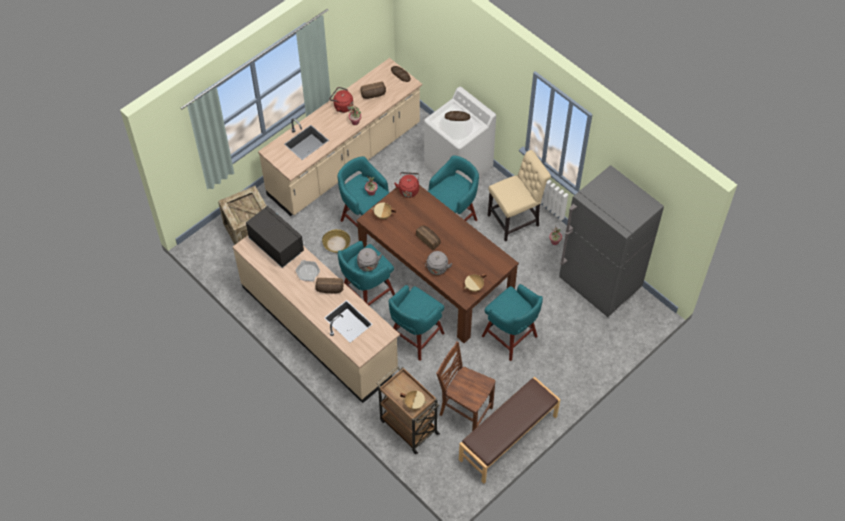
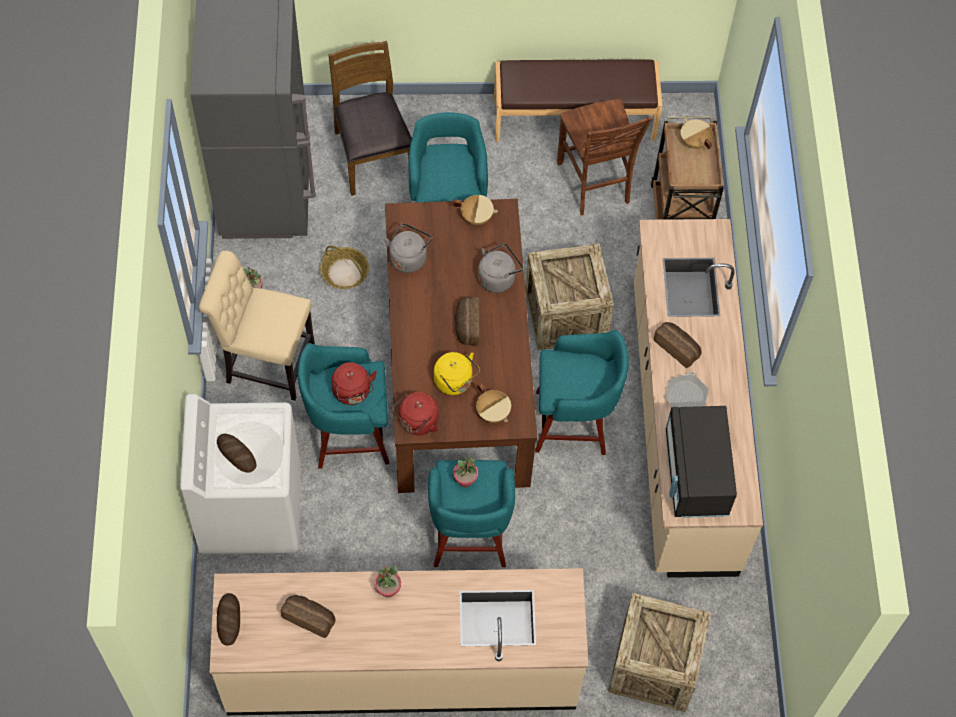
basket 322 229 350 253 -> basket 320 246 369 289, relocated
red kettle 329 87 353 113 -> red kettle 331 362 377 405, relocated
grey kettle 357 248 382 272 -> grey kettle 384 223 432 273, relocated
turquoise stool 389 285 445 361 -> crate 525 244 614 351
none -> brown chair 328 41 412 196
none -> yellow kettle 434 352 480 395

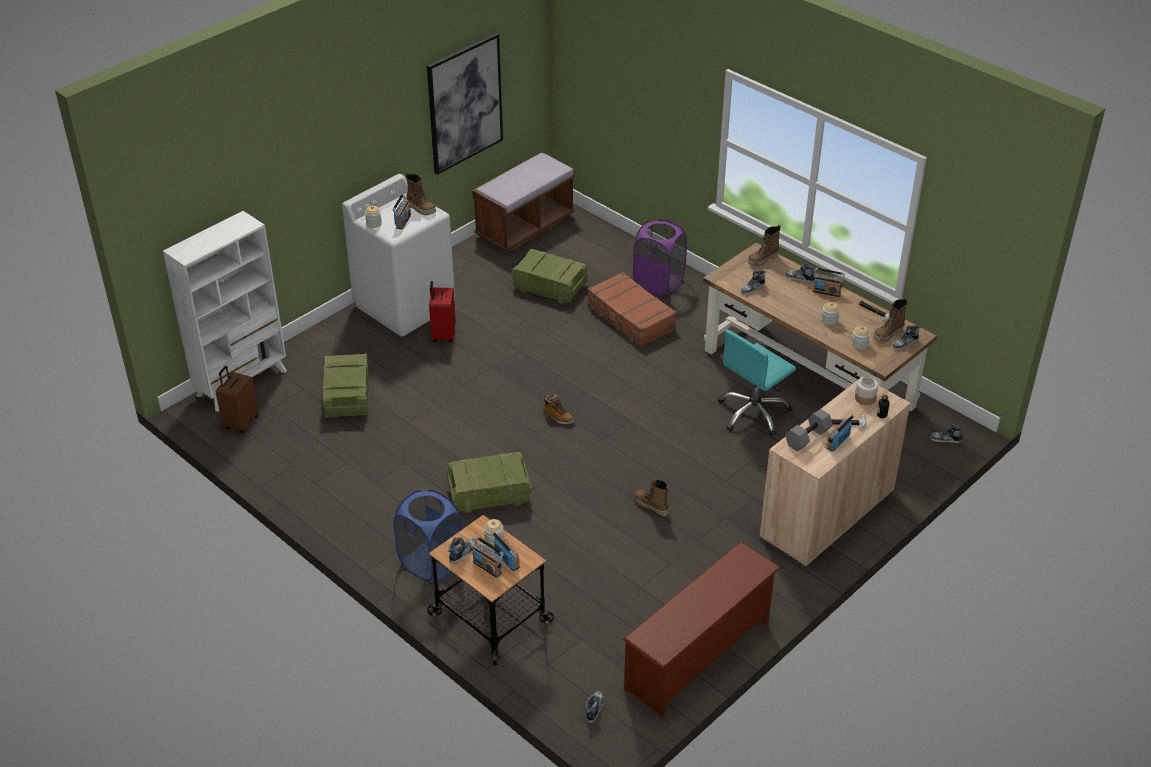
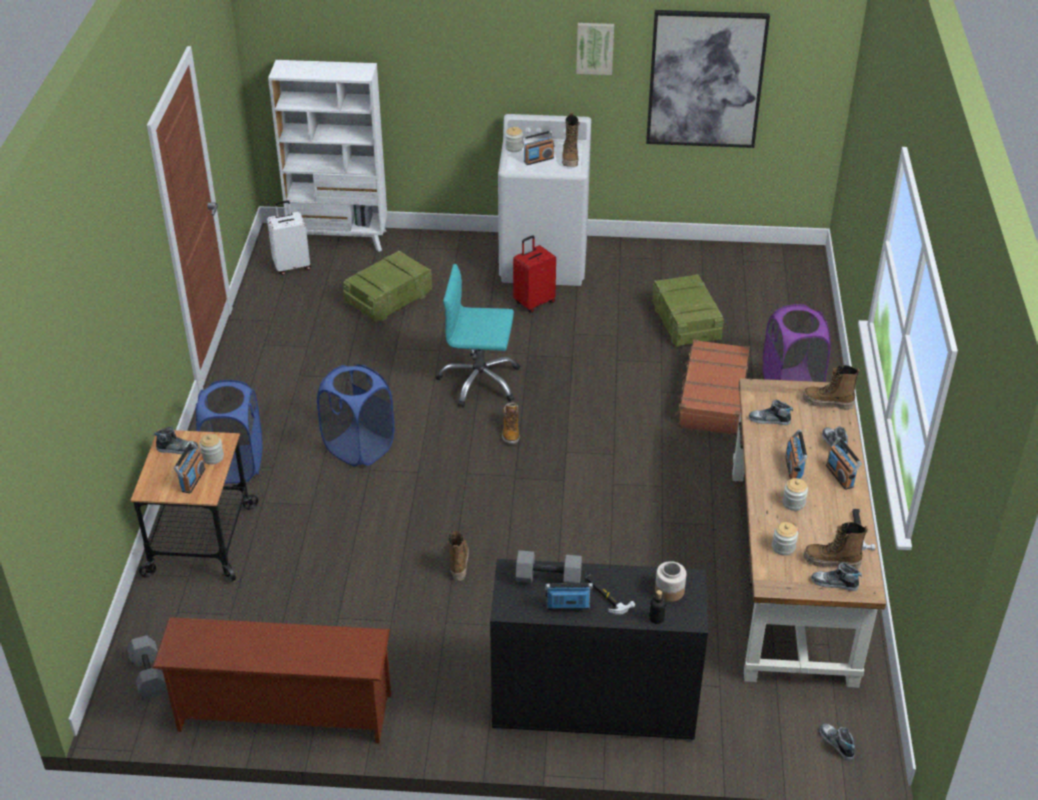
brown suitcase 216 366 259 433 -> white suitcase 267 200 311 275
crate 447 452 532 513 -> blue laundry basket 317 364 394 466
brown bench 472 152 575 253 -> none
radio 473 537 504 578 -> radio 785 430 807 479, relocated
shoe 586 691 604 723 -> grey dumbbell 127 635 166 699
turquoise office chair 718 330 796 437 -> turquoise office chair 435 264 520 408, relocated
beige cabinet 760 377 911 567 -> black cabinet 490 559 708 741
none -> picture 576 23 614 75

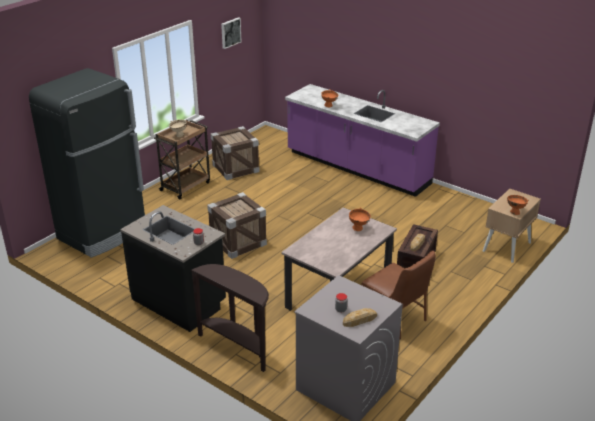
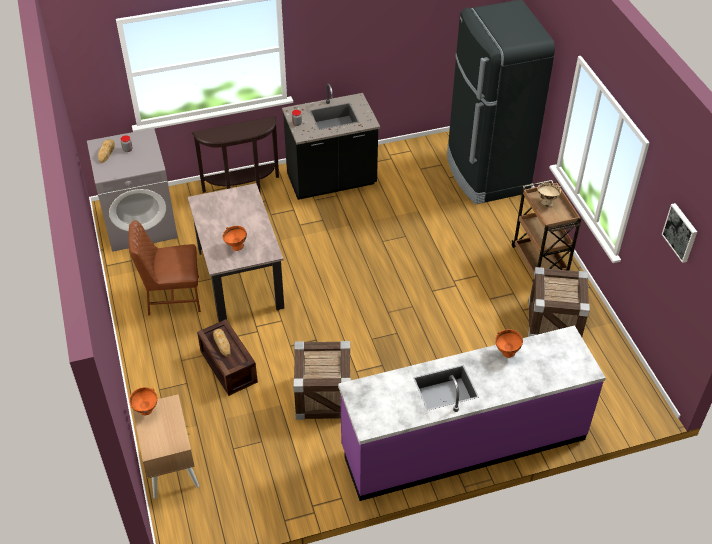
crate 207 192 267 259 -> crate 293 341 351 420, relocated

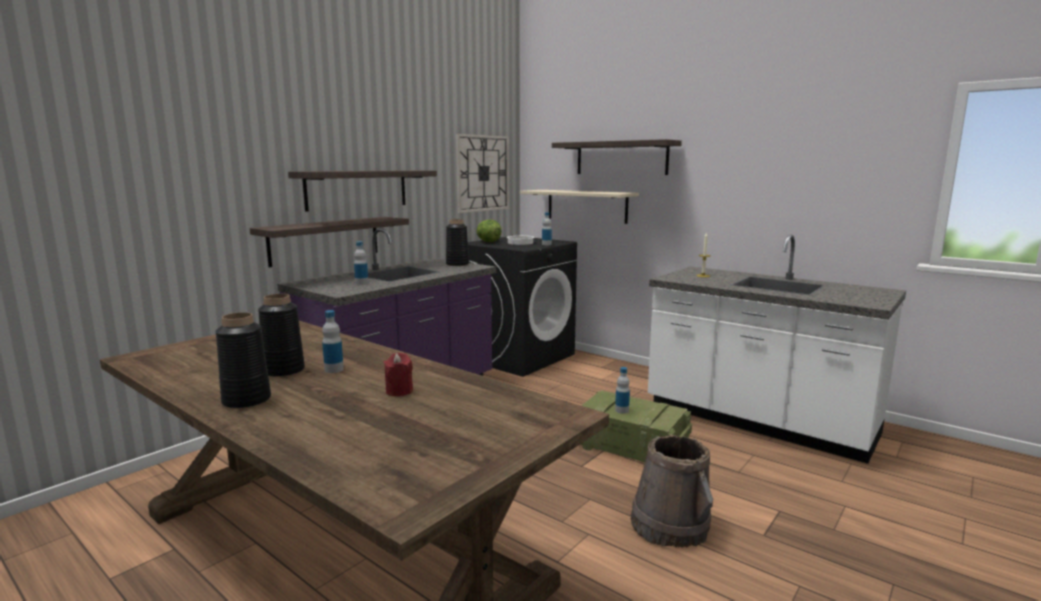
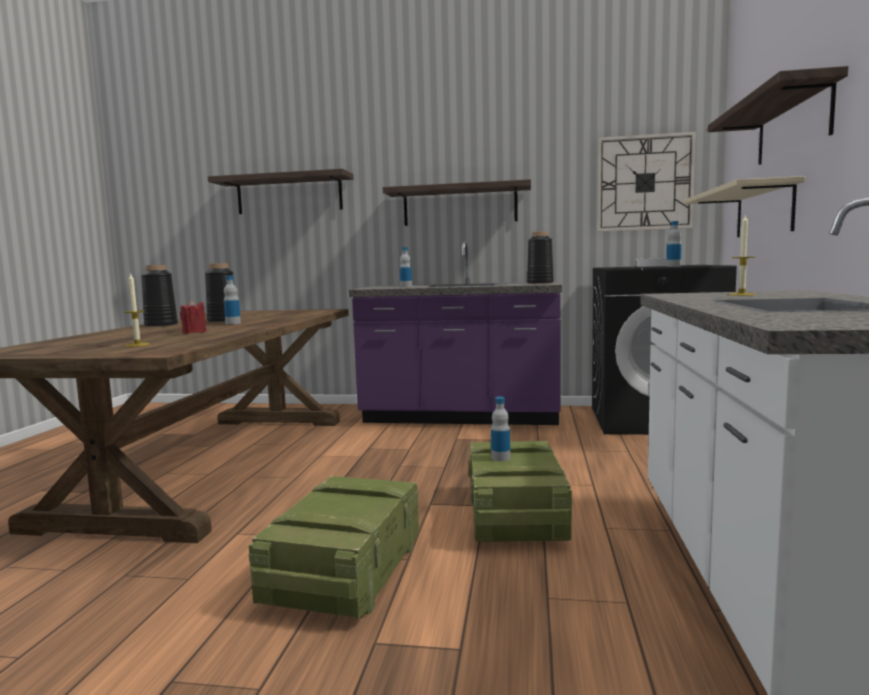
shelf 250 217 409 267 -> shelf 208 169 354 214, relocated
lettuce 477 220 502 242 -> none
brown bucket 631 435 713 548 -> crate 249 476 419 619
none -> candle 124 273 150 347

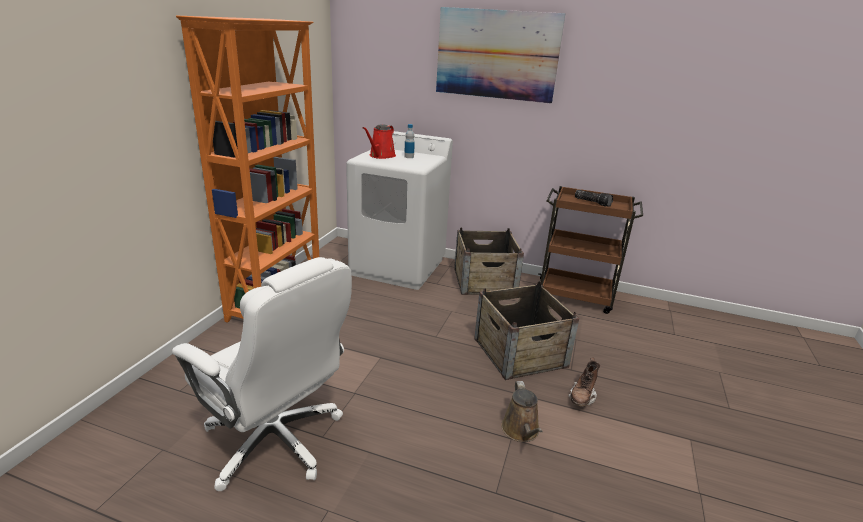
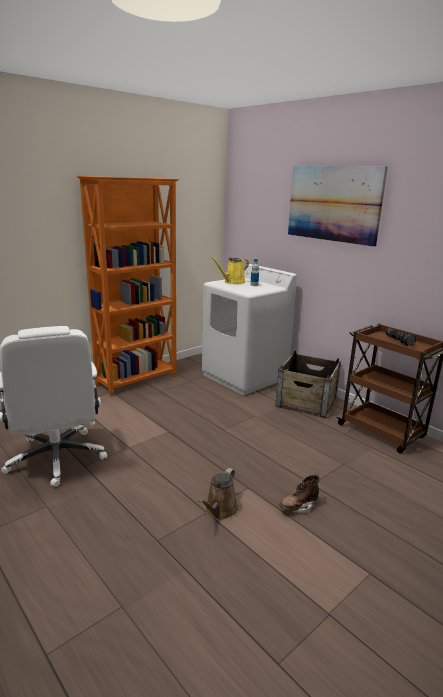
red watering can 362 124 396 159 -> yellow watering can 211 257 249 284
crate 474 281 579 380 -> none

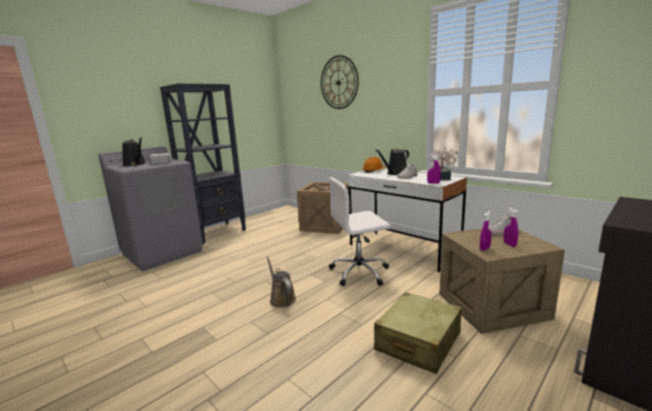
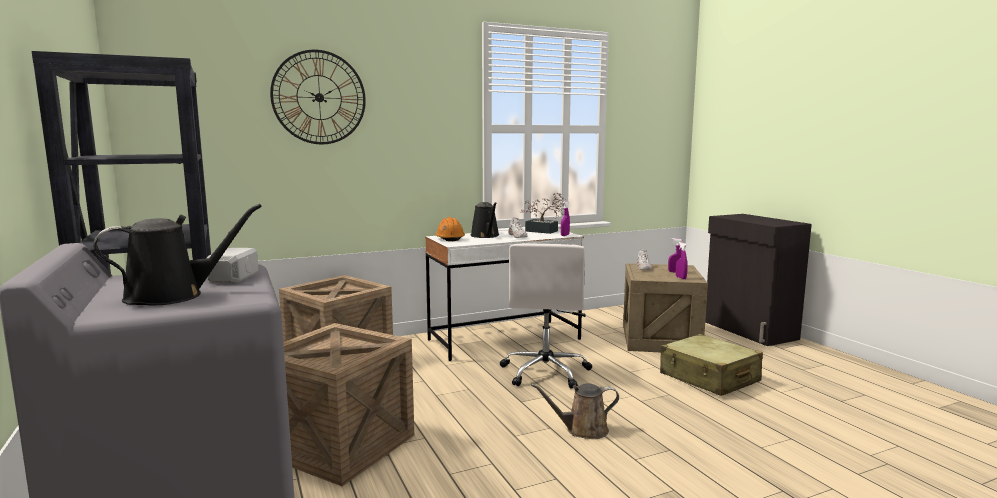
none -> crate 283 323 414 486

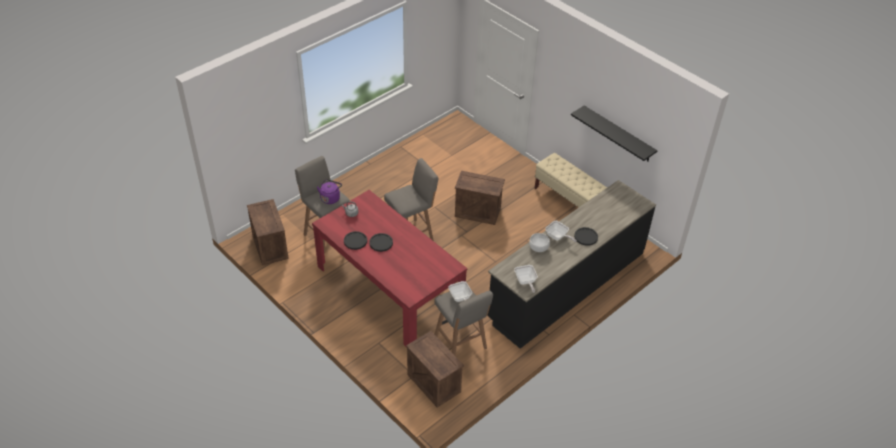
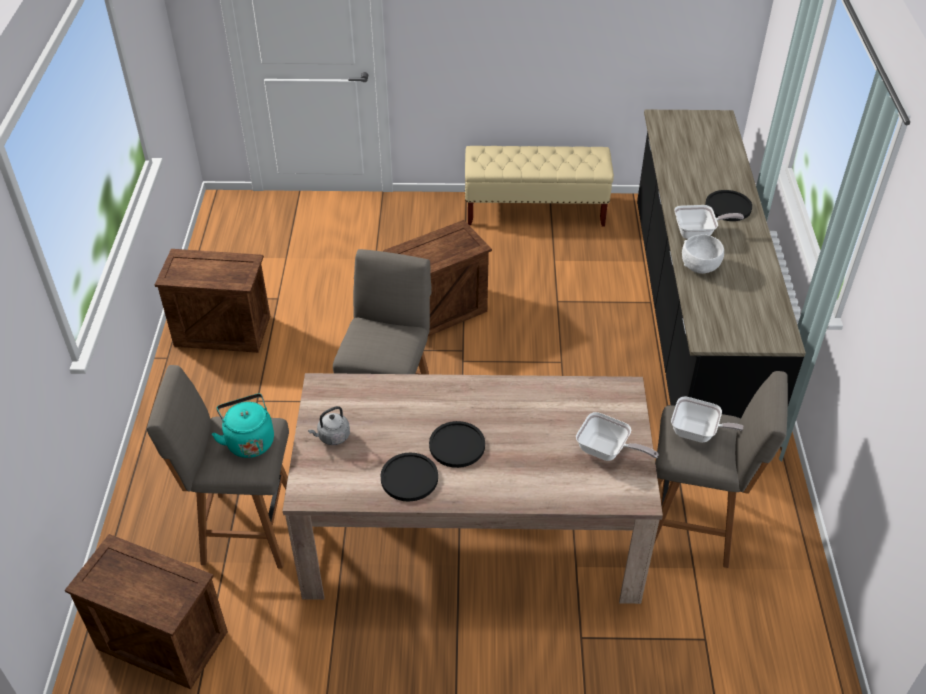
red dining table 312 190 467 346 -> beige dining table 283 373 663 604
purple kettle 317 179 342 204 -> turquoise kettle 212 394 274 458
crate 406 331 464 408 -> crate 155 249 270 353, relocated
frying pan 514 265 538 293 -> frying pan 576 412 658 461, relocated
black shelf 571 106 658 161 -> none

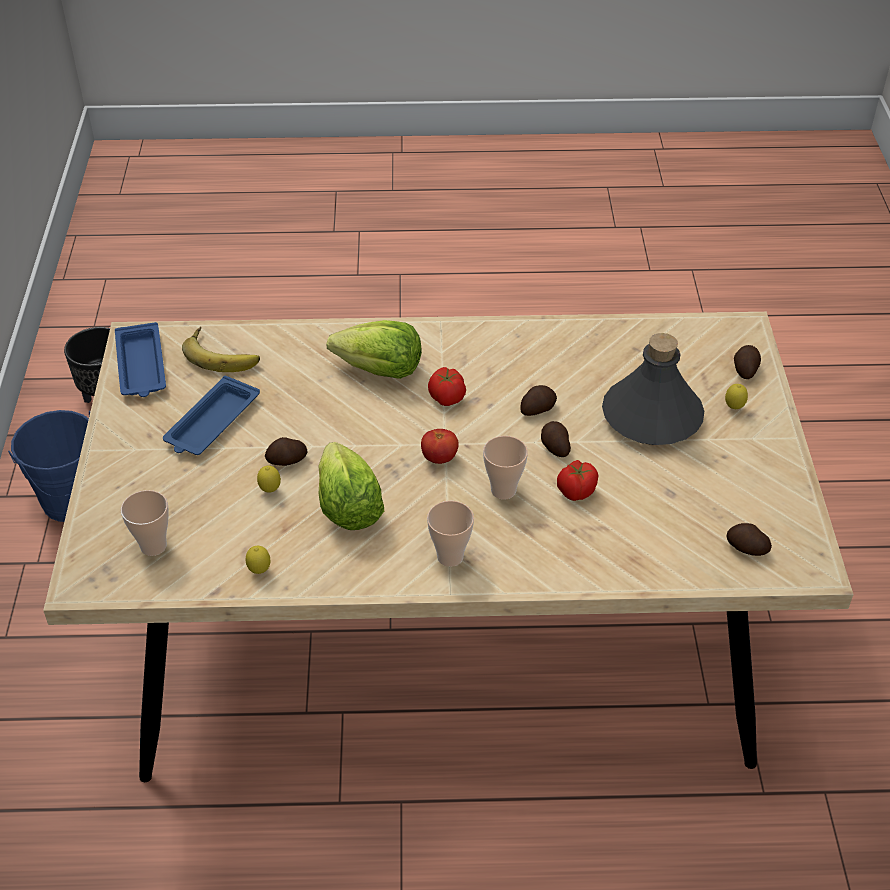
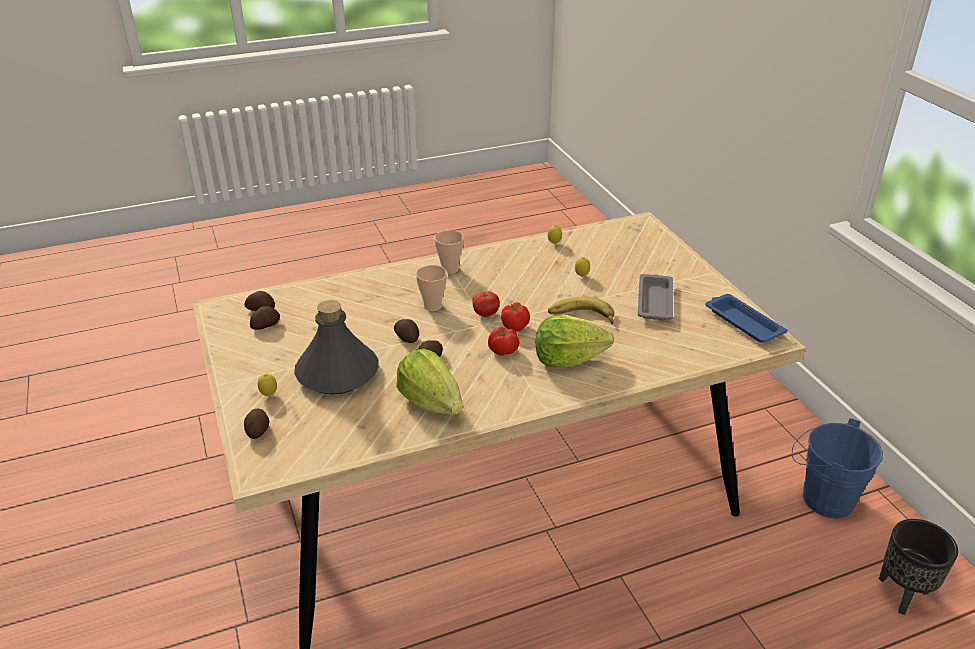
cup 121 490 169 556 -> none
blue tray 163 376 260 455 -> grey tray 638 274 673 320
banana 182 327 260 372 -> banana 548 297 614 324, relocated
potato 265 437 308 466 -> potato 250 306 280 330, relocated
lettuce 318 442 384 530 -> lettuce 396 348 463 415, relocated
tomato 557 460 599 501 -> tomato 501 302 530 332, relocated

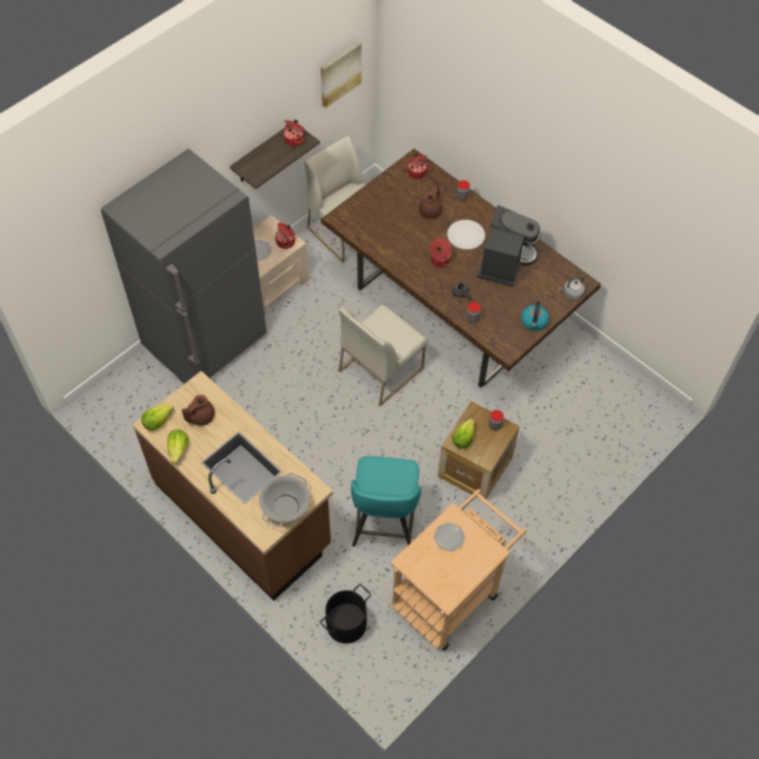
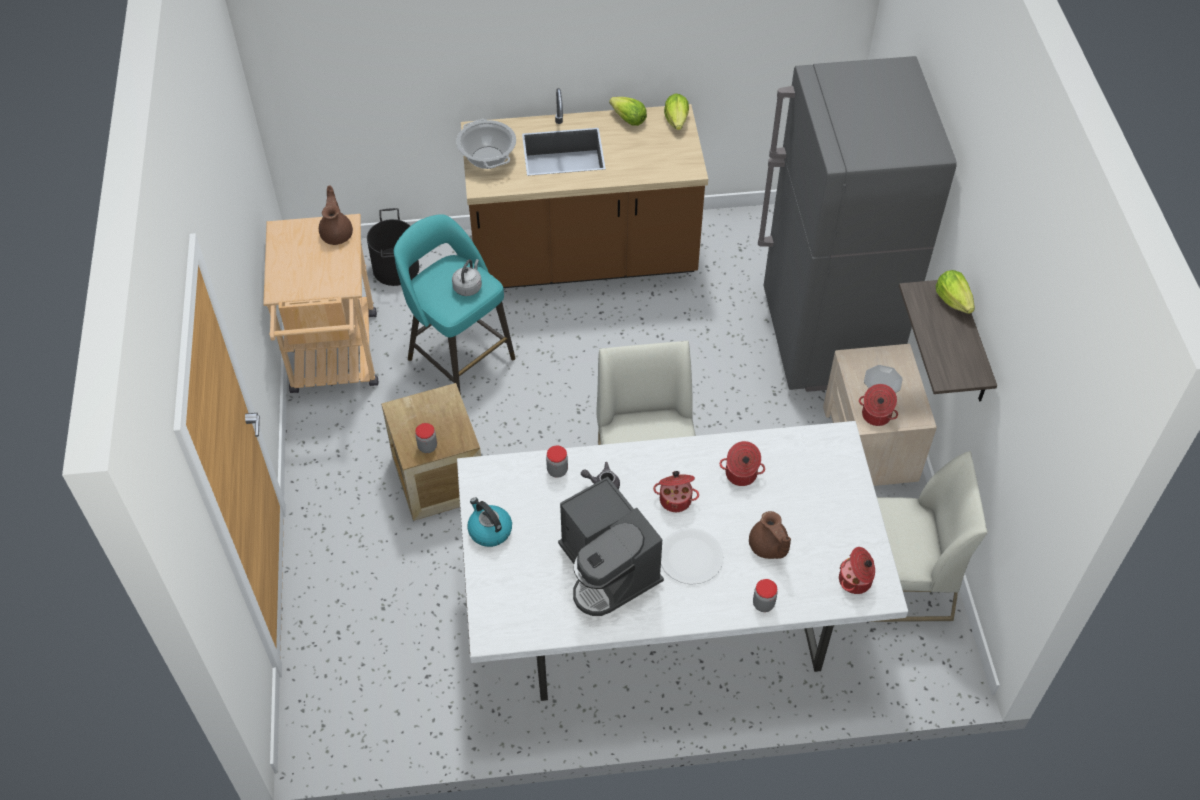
brown teapot 182 395 215 426 -> brown teapot 319 186 353 245, relocated
cooking pot 284 119 305 147 -> cooking pot 720 441 765 486, relocated
picture 321 42 362 108 -> none
brown dining table 321 149 601 388 -> white dining table 457 421 908 701
plate 434 522 465 552 -> none
lettuce 452 419 475 449 -> lettuce 936 270 975 314, relocated
grey kettle 559 276 585 301 -> grey kettle 452 259 482 296, relocated

